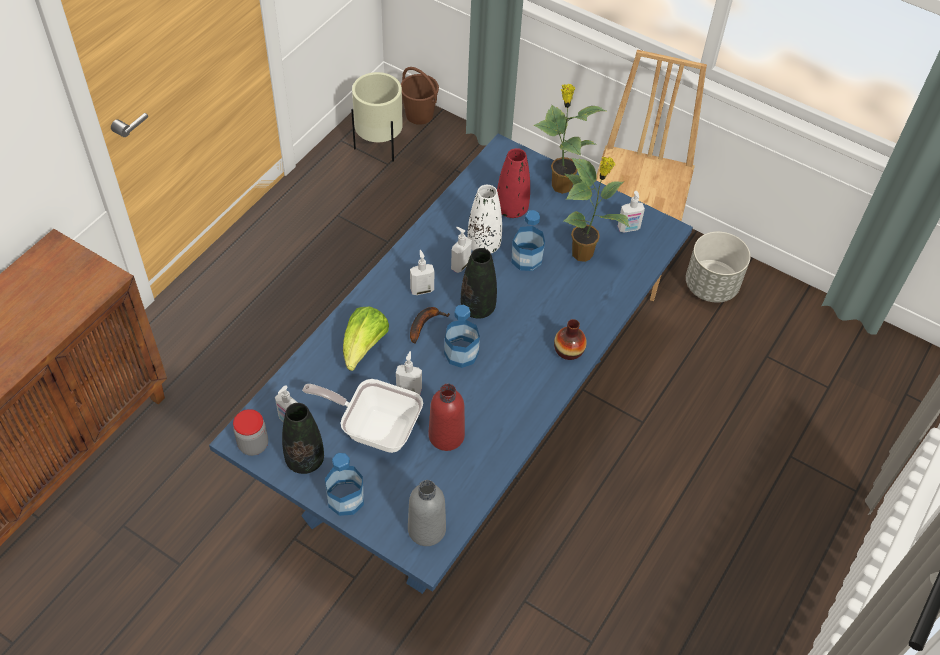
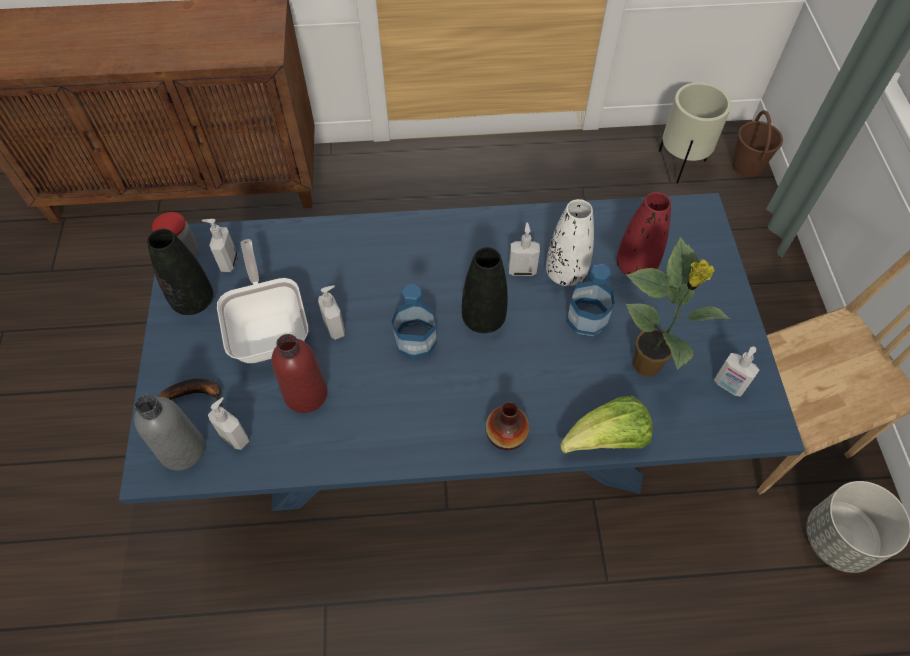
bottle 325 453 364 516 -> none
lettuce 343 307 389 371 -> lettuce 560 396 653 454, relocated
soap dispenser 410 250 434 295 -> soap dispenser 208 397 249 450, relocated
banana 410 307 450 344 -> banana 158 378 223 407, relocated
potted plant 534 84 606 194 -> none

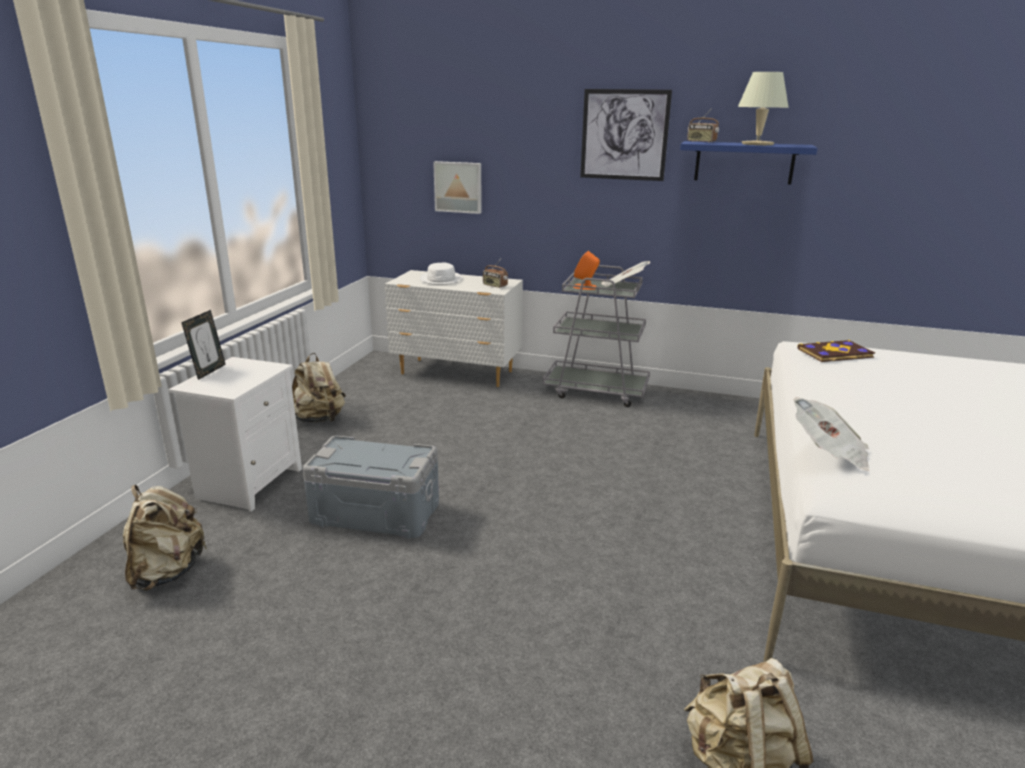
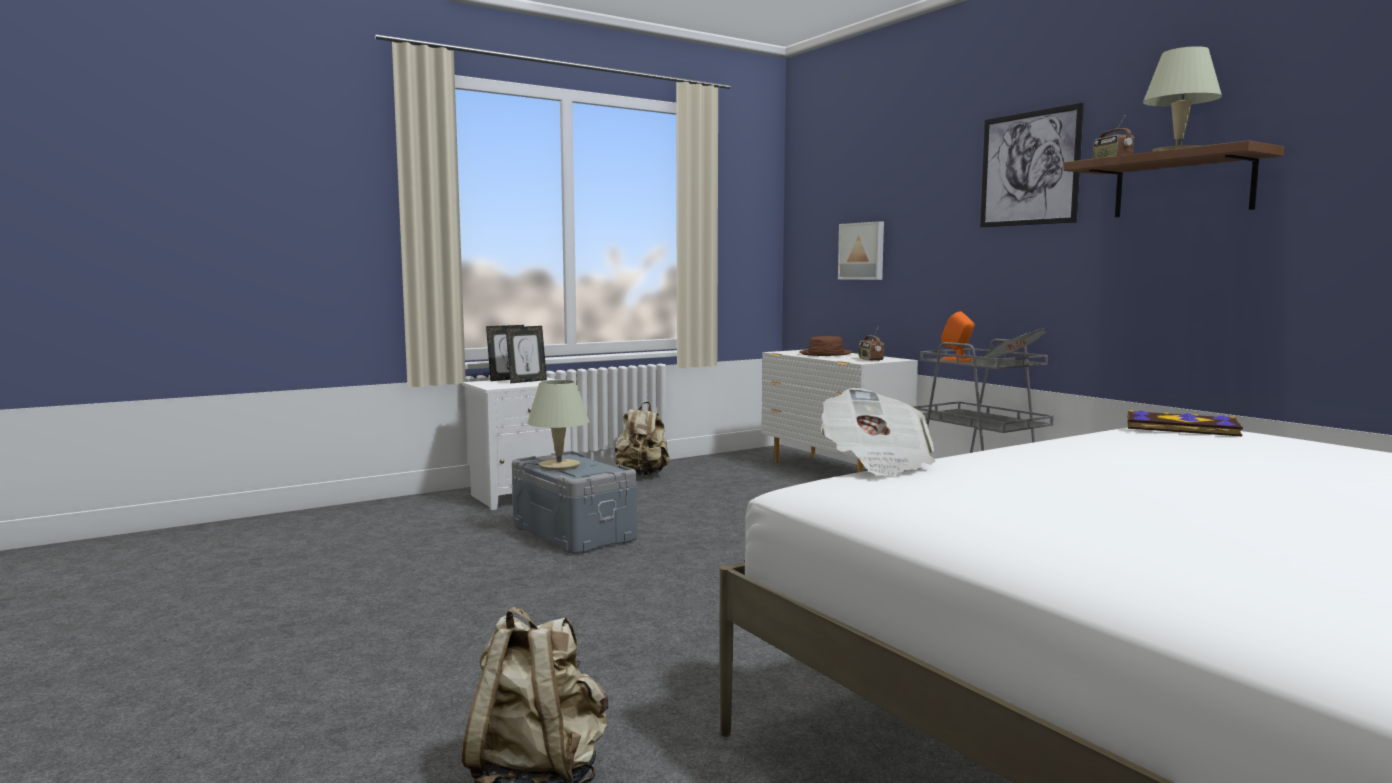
beige backpack 123 485 208 591 -> none
white hat 420 263 463 285 -> brown hat 799 336 853 356
blue shelf 680 141 818 185 -> brown shelf 1064 140 1284 217
none -> picture frame 505 326 547 383
none -> beige table lamp 527 380 589 471

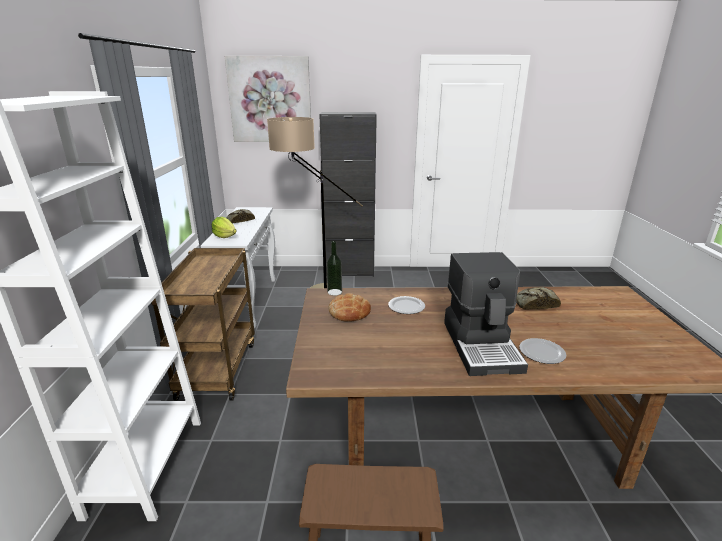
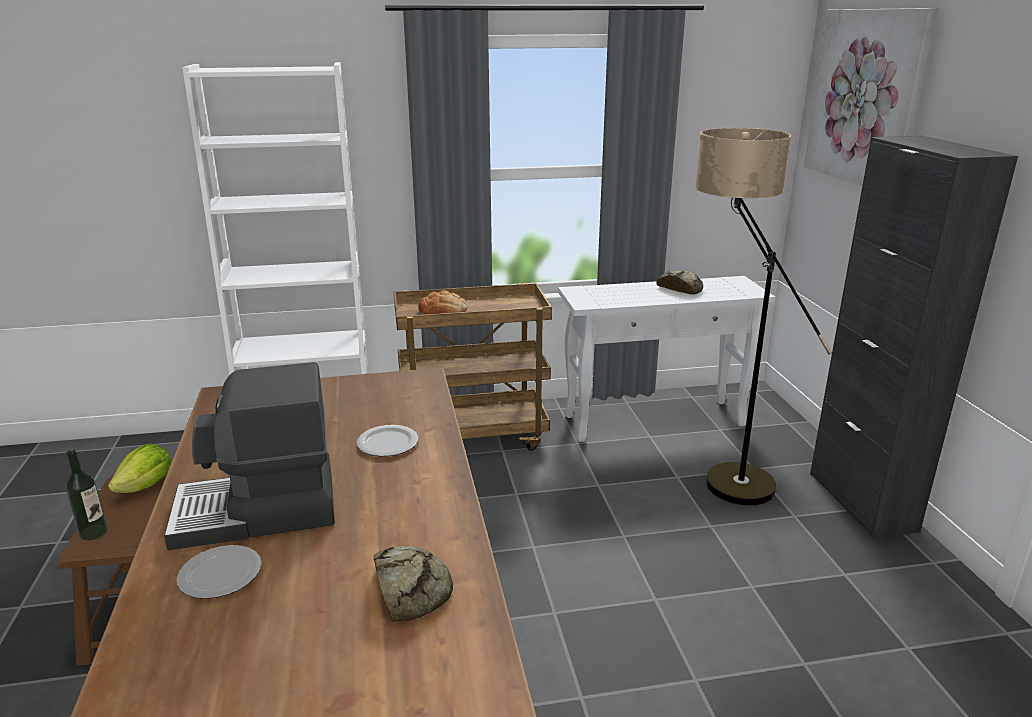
lettuce 212 217 237 238 -> lettuce 108 444 171 493, relocated
bottle 326 241 342 296 -> bottle 66 450 108 540, relocated
bread 328 293 371 322 -> bread 418 290 467 314, relocated

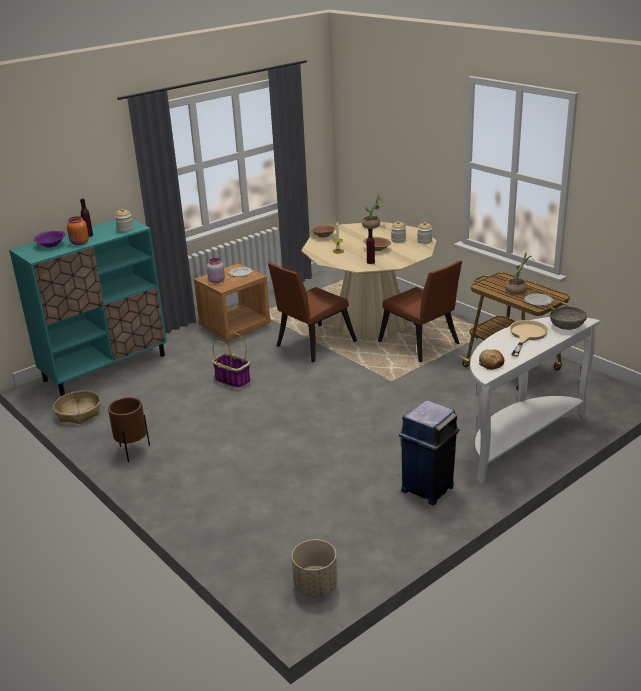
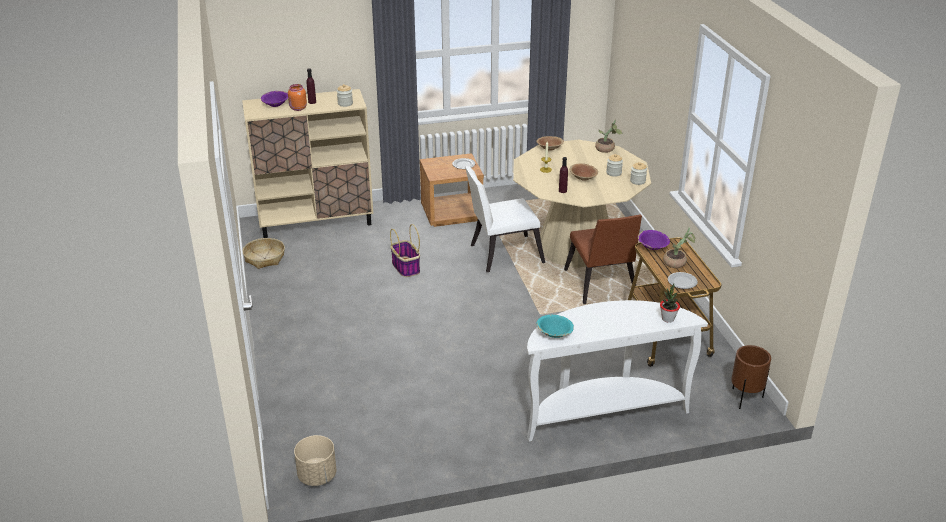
turquoise cabinet 9 219 167 396 -> beige cabinet 242 89 373 238
brown planter 108 397 150 462 -> brown planter 731 345 771 409, relocated
pink jar 207 258 225 283 -> none
brown chair 268 263 357 362 -> white chair 465 166 545 272
blue trash can 399 400 459 505 -> none
bread 479 349 505 370 -> turquoise bowl 537 315 574 338
beige frying pan 509 320 549 357 -> none
grey bowl 550 306 587 330 -> potted plant 660 283 680 323
none -> purple bowl 638 230 670 250

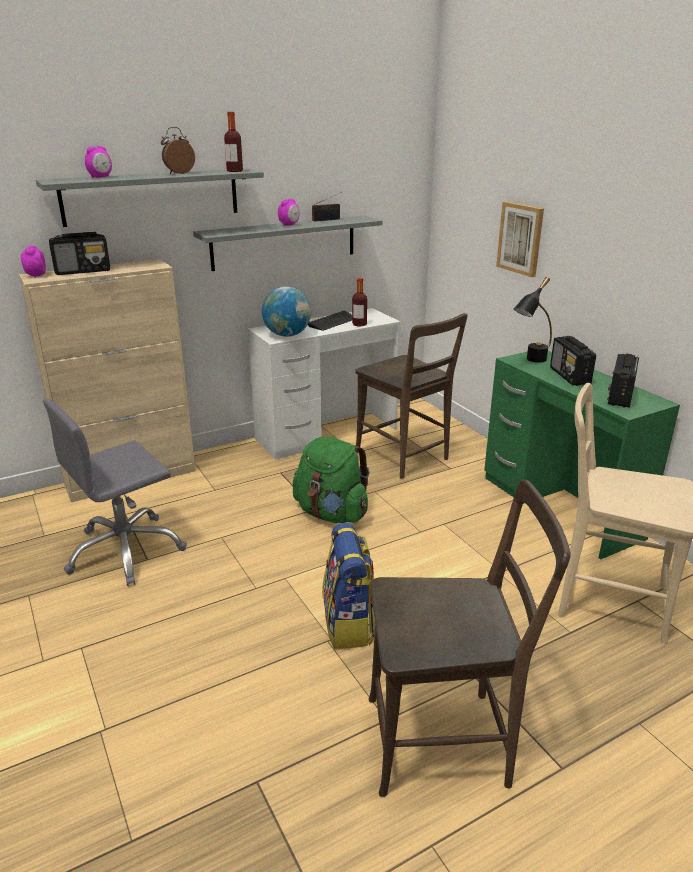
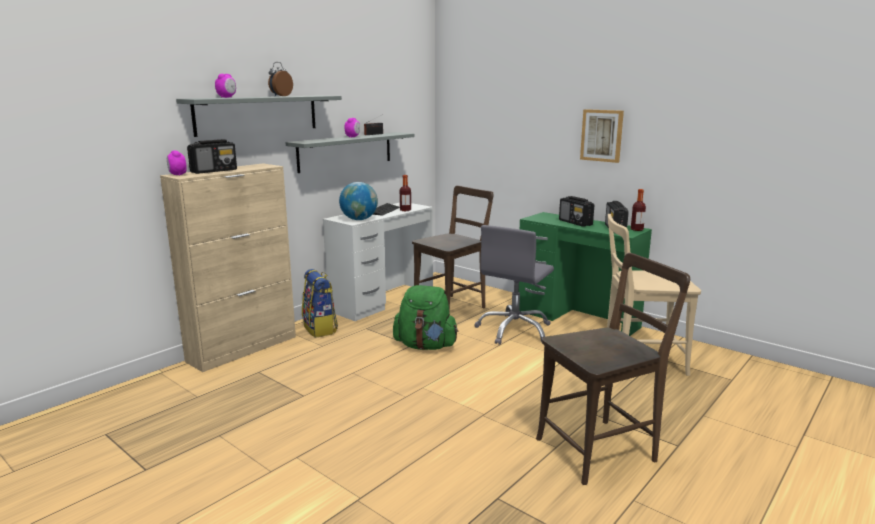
grey office chair 43 398 187 586 -> grey office chair 474 225 554 345, relocated
bottle 224 112 243 172 -> bottle 631 189 646 231, relocated
backpack 322 523 375 649 -> backpack 302 269 338 338, relocated
brown chair 355 313 468 479 -> brown chair 412 186 494 312, 75 degrees counterclockwise
picture 496 202 544 277 -> picture 580 109 624 163, relocated
black table lamp 514 277 552 363 -> none

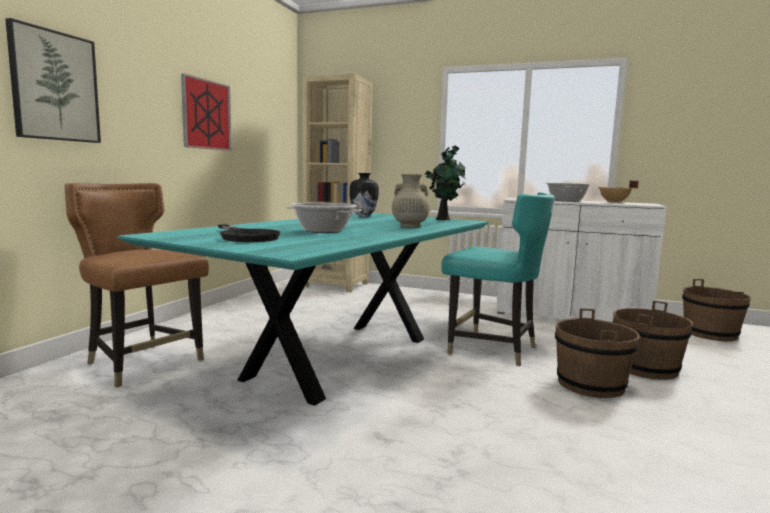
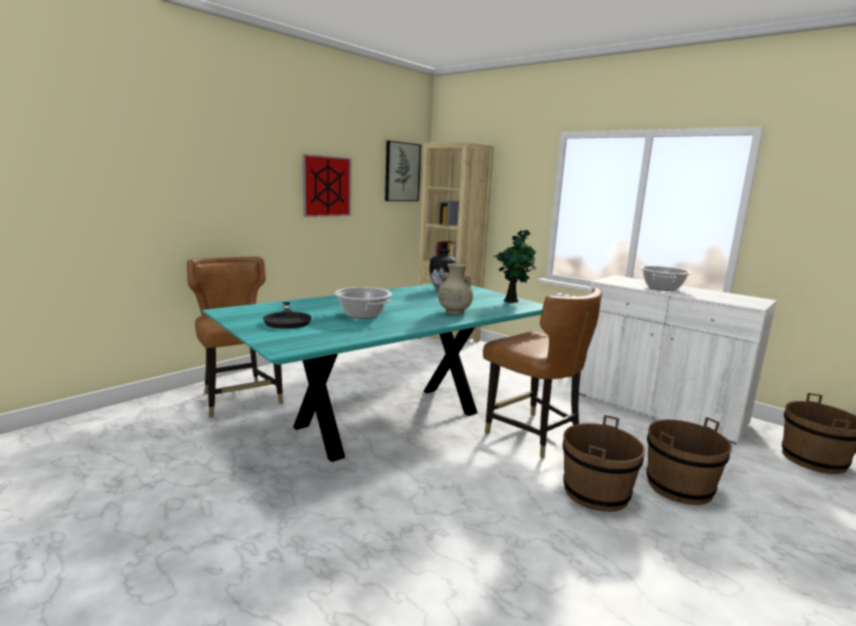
picture 5 18 101 143 -> picture 385 141 421 201, relocated
turquoise chair 441 192 555 366 -> brown chair 483 288 602 459
beige cooking pot 598 181 639 203 -> none

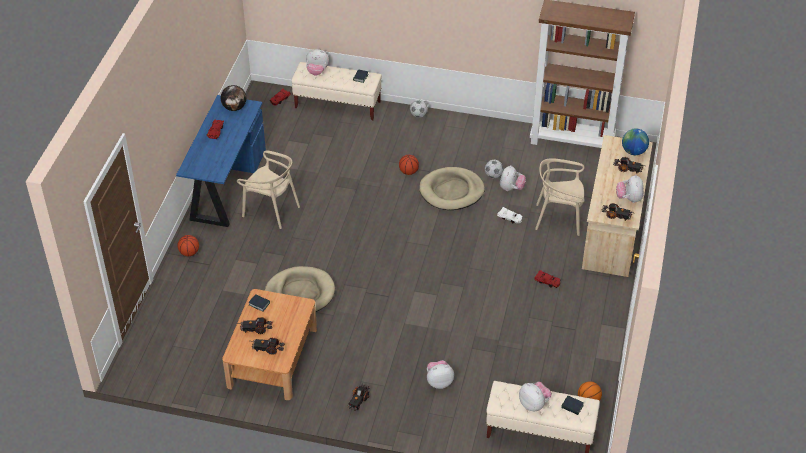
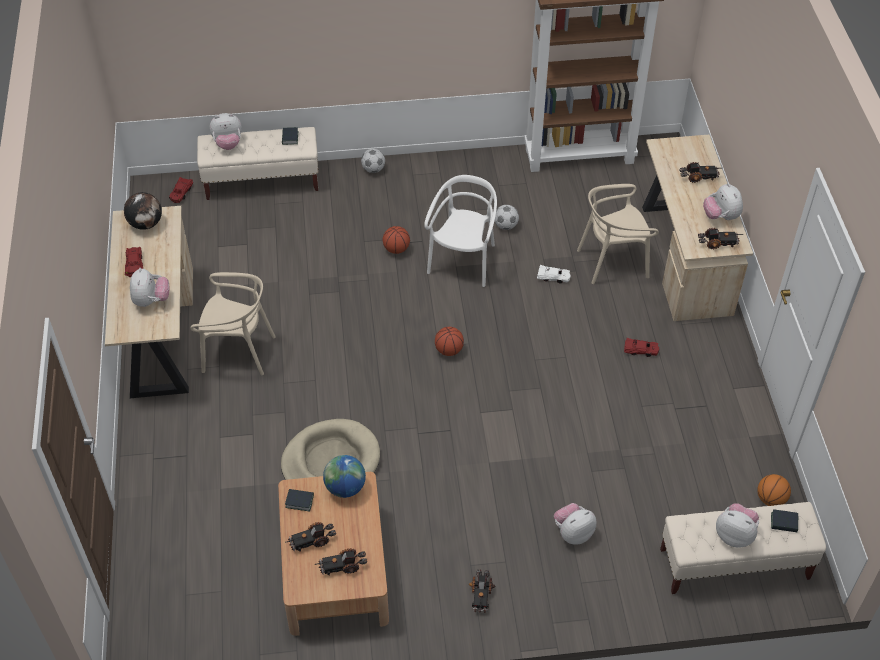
blue desk 176 95 266 227 -> beige desk 105 206 193 398
basketball 177 235 199 256 -> basketball 435 327 464 356, relocated
beige dog bed 419 167 485 210 -> white chair 424 175 497 287
plush toy 500 165 526 191 -> plush toy 130 268 170 307, relocated
globe 622 129 649 155 -> globe 323 455 366 498, relocated

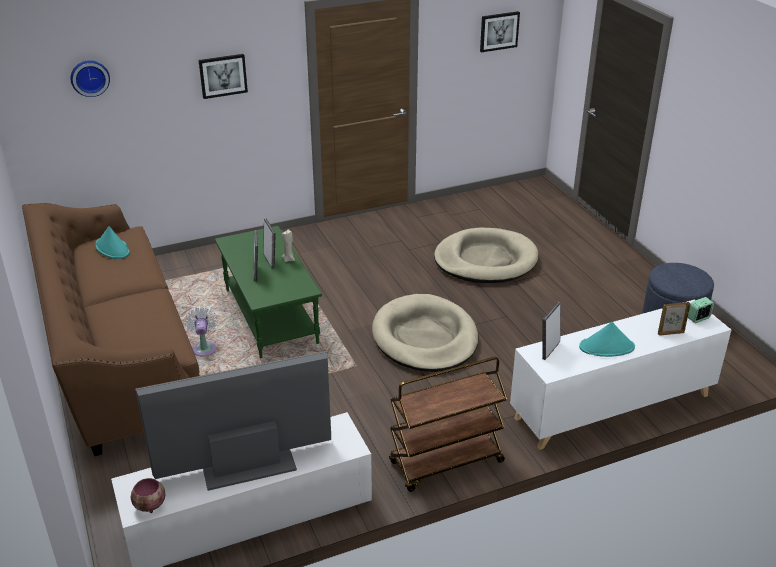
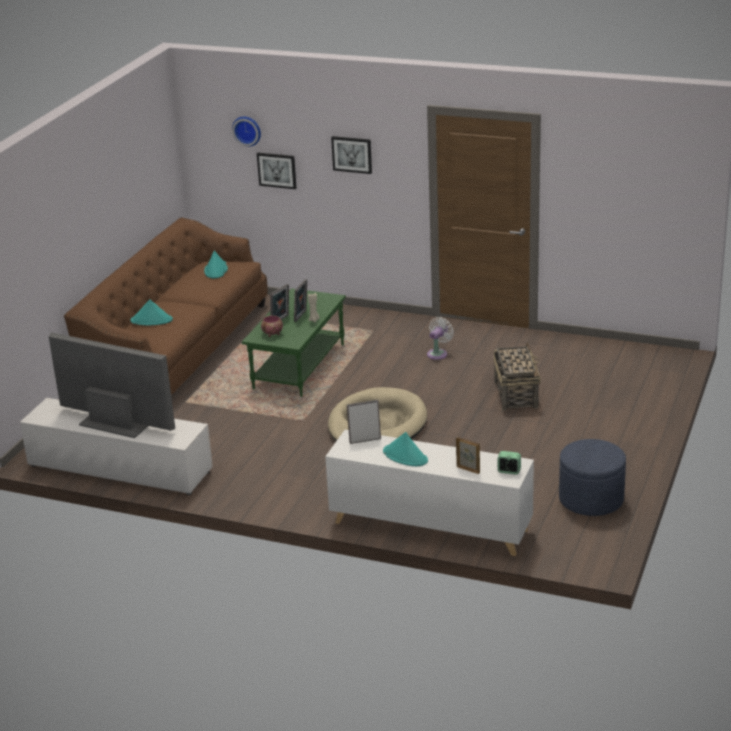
bowl 131 478 166 513 -> bowl 261 315 283 337, relocated
white fan 185 307 218 356 -> white fan 427 317 454 360, relocated
brown cart 389 357 507 492 -> none
beige dog bed 434 227 538 283 -> basket 494 342 541 411
picture 480 11 520 52 -> picture 257 153 297 189, relocated
none -> turquoise hat 130 299 173 325

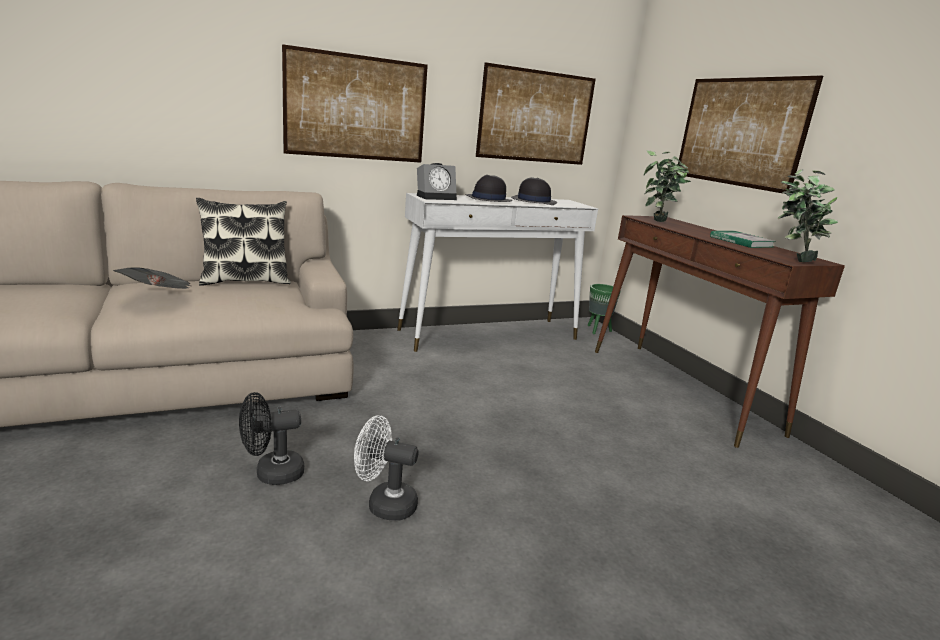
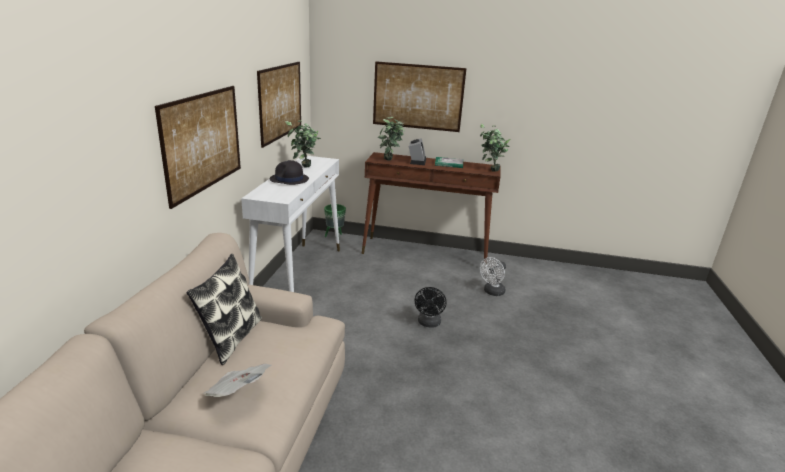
black fan 239 392 304 485 -> black fan 415 287 447 327, relocated
white fan 354 415 419 520 -> white fan 480 257 506 296, relocated
alarm clock 417 163 457 200 -> alarm clock 409 138 426 165, relocated
black hat 511 177 557 205 -> potted plant 285 120 321 168

